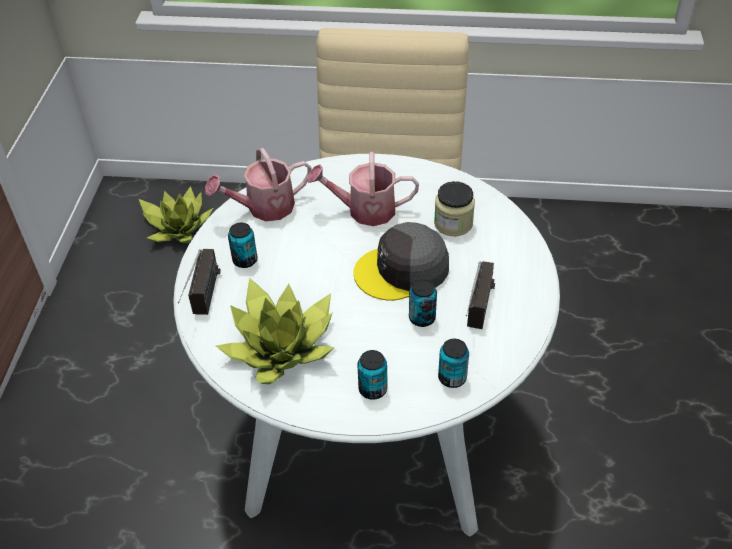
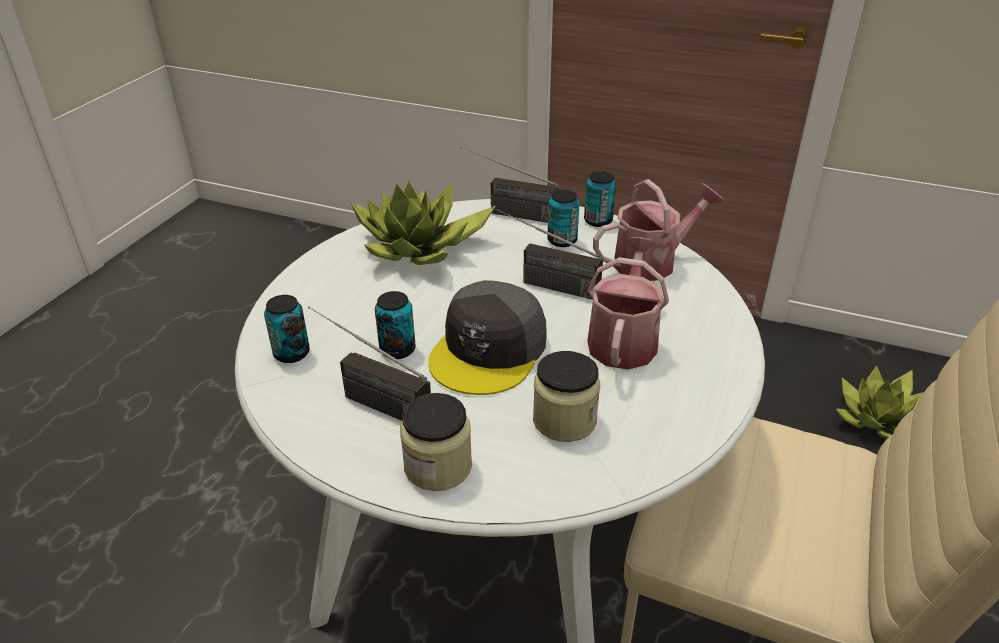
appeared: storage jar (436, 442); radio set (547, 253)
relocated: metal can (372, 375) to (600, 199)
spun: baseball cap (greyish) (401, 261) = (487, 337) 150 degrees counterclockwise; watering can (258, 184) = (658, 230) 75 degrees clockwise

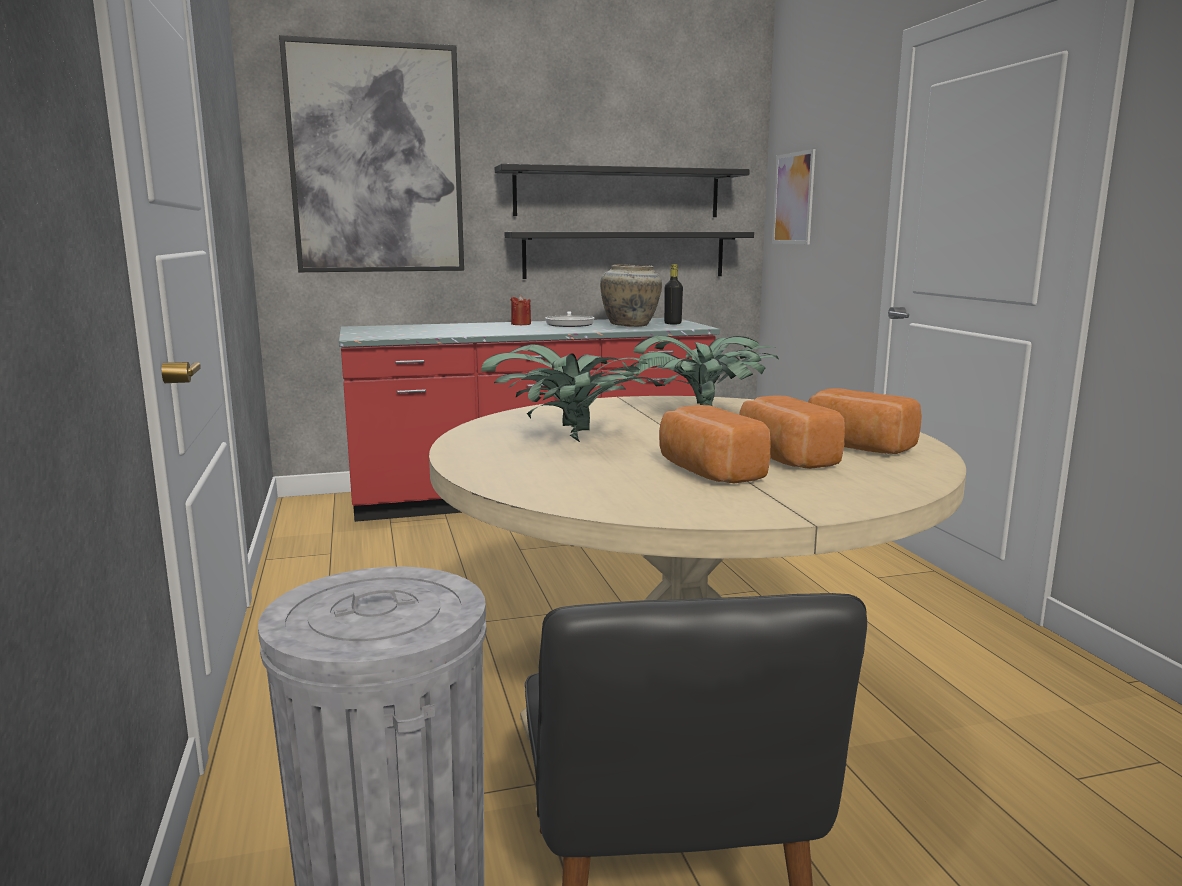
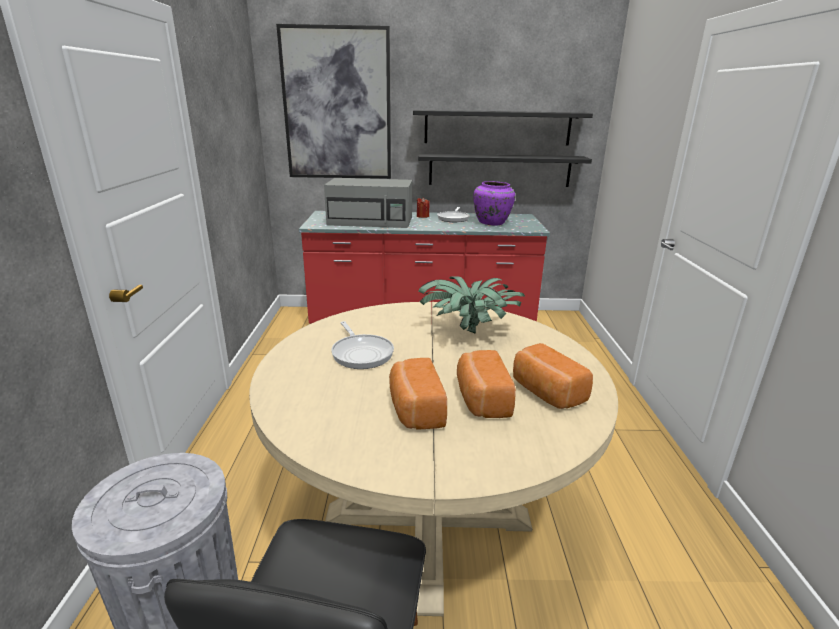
missing: beverage bottle (blackish) (673, 294); wall picture (793, 196)
appeared: microwave (greyish) (368, 203)
exchanged: plant in a pot (573, 393) to pan (362, 345)
colour: flower vase (sand-coloured) (631, 295) to flower vase (purplish) (494, 203)

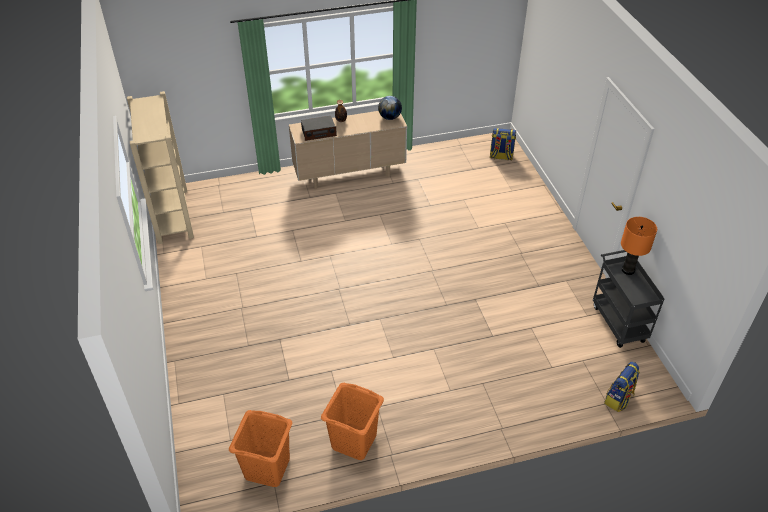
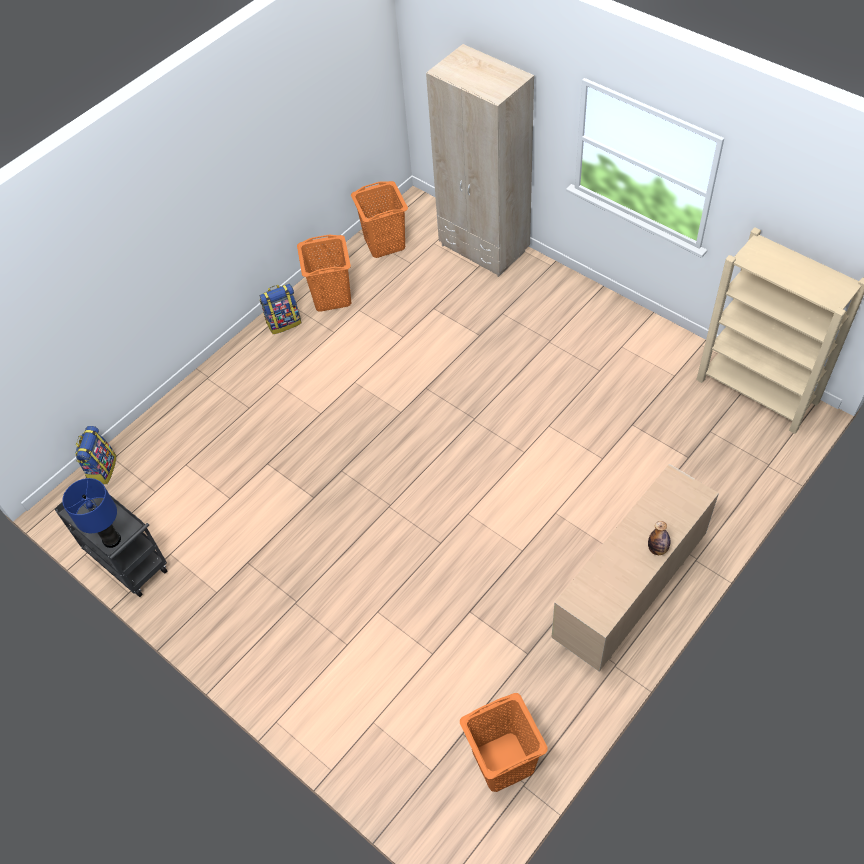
missing: radio set (319, 128); globe (390, 108)
appeared: wardrobe (sand-coloured) (480, 160); laundry basket (orange-coloured) (504, 742)
relocated: knapsack (503, 144) to (280, 309)
colour: lamp for a table (orange-coloured) (639, 246) to lamp for a table (bluish) (91, 513)

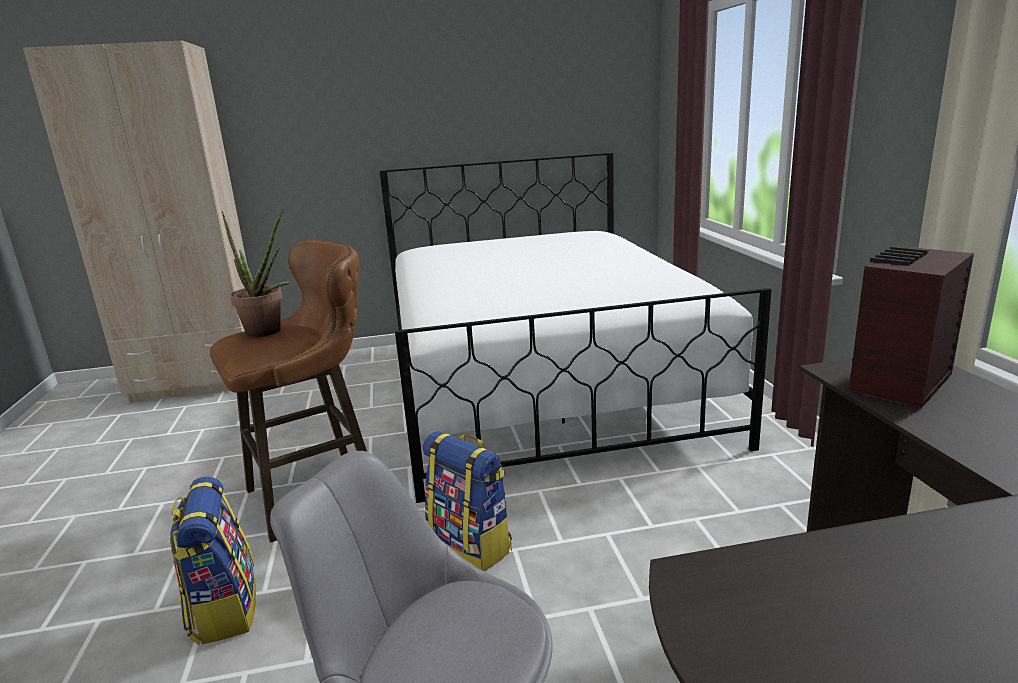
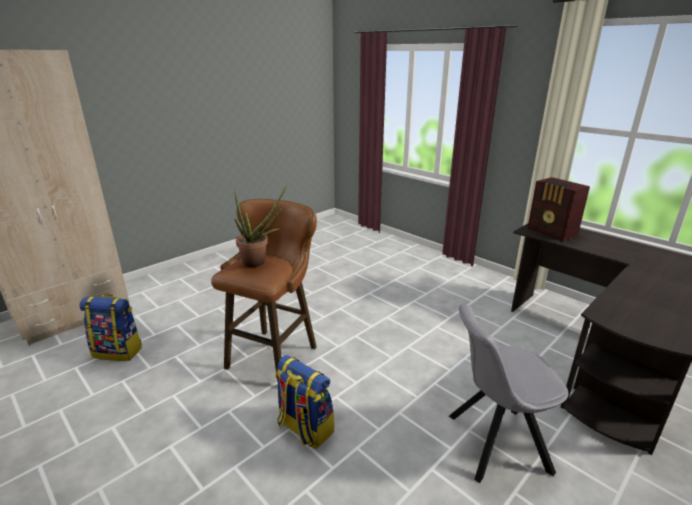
missing: bedroom bed (whitish) (575, 328)
relocated: knapsack (467, 501) to (110, 327)
spun: radio set (911, 327) = (558, 209) 45 degrees counterclockwise

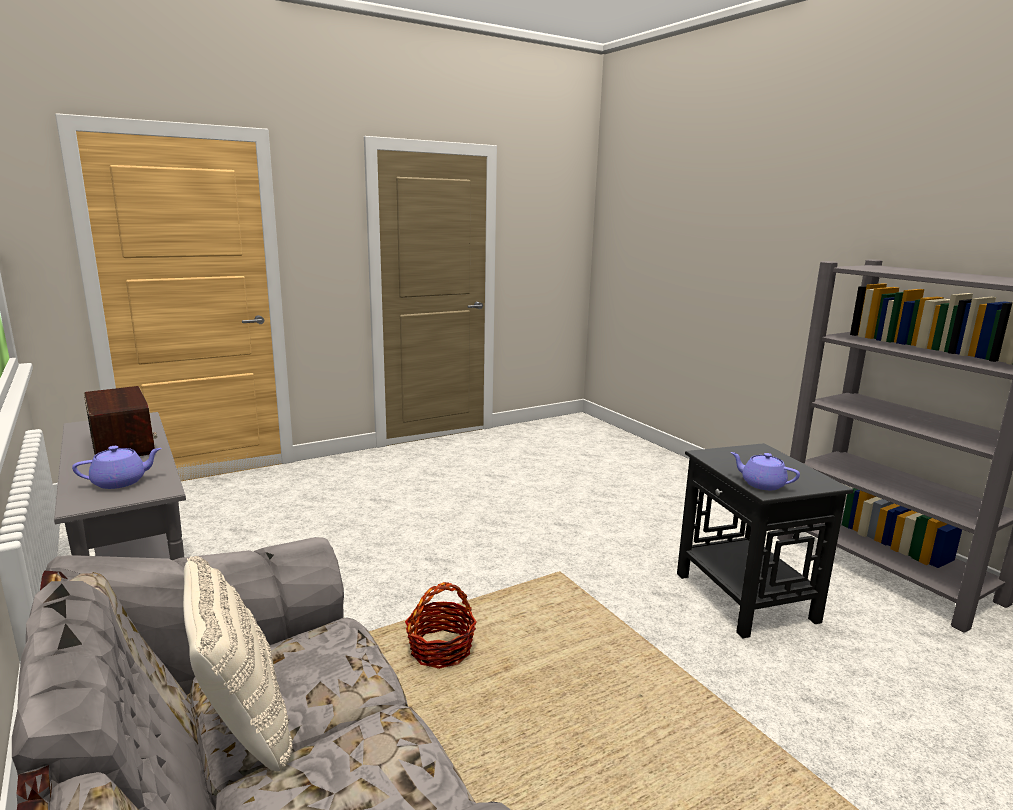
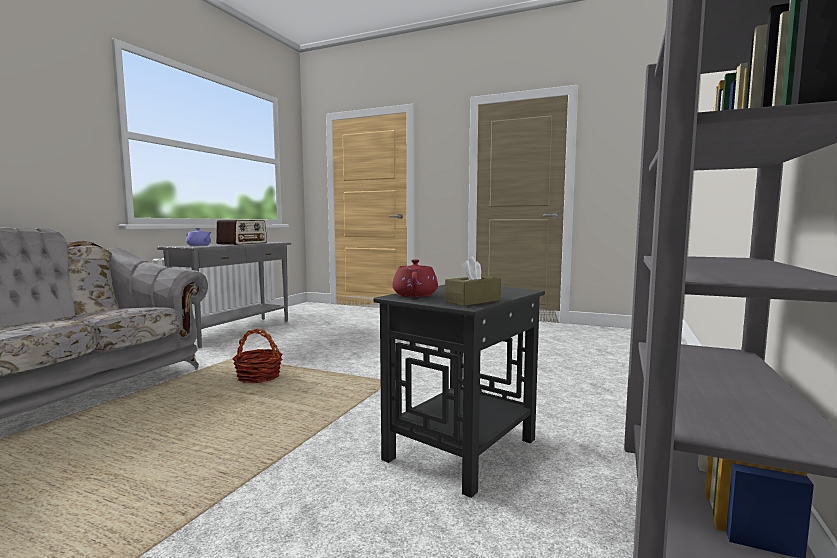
missing: throw pillow (sand-coloured) (238, 664)
appeared: tissue box (brown) (473, 281)
colour: teapot (purplish) (765, 471) to teapot (reddish) (415, 278)

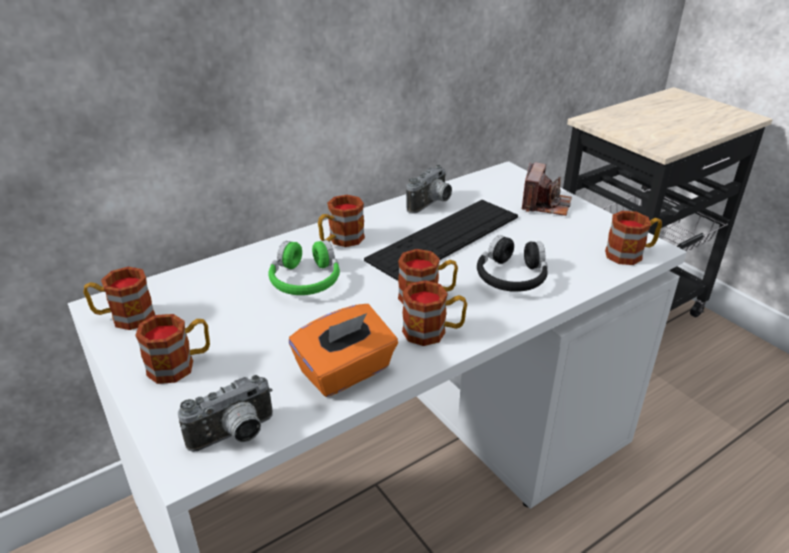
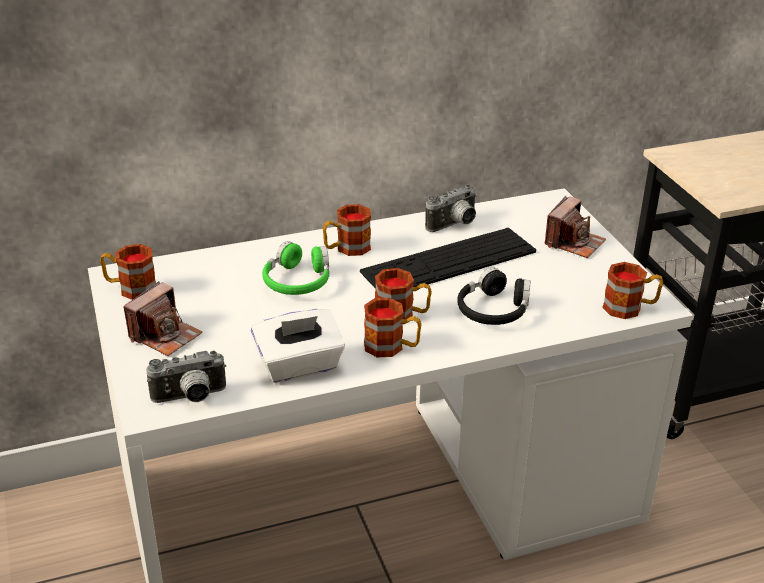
exchanged: mug (172, 349) to photo camera (162, 318)
colour: tissue box (orange-coloured) (343, 350) to tissue box (whitish) (298, 346)

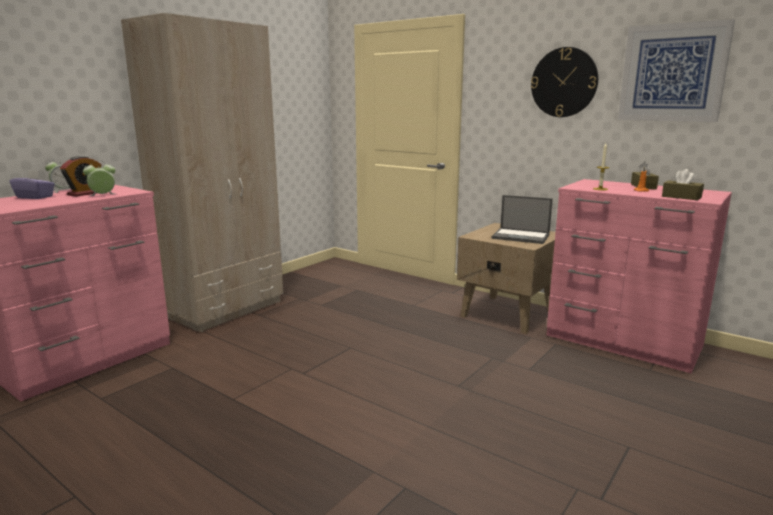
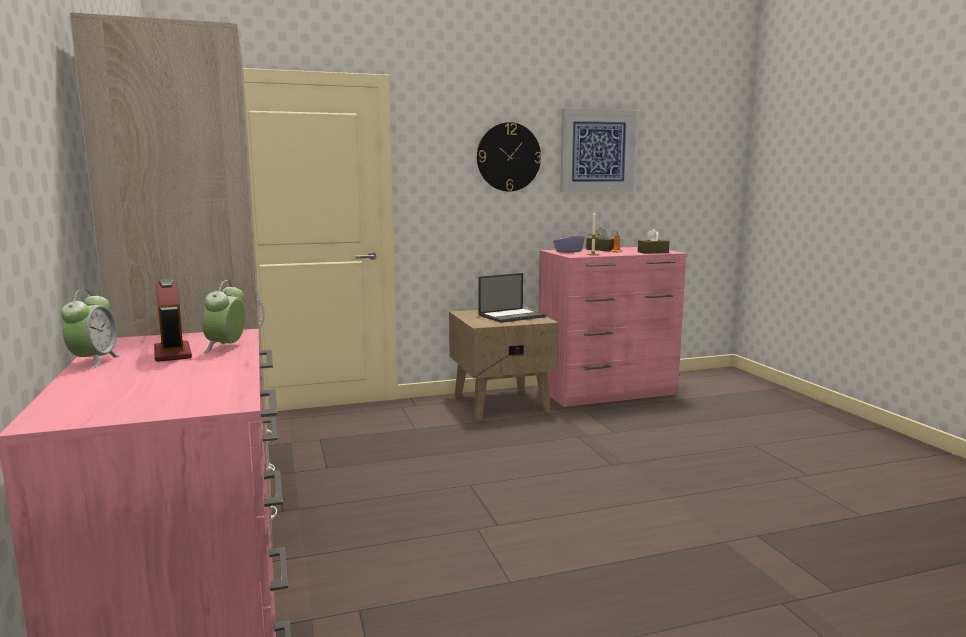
relocated: tissue box (purplish) (32, 184) to (569, 241)

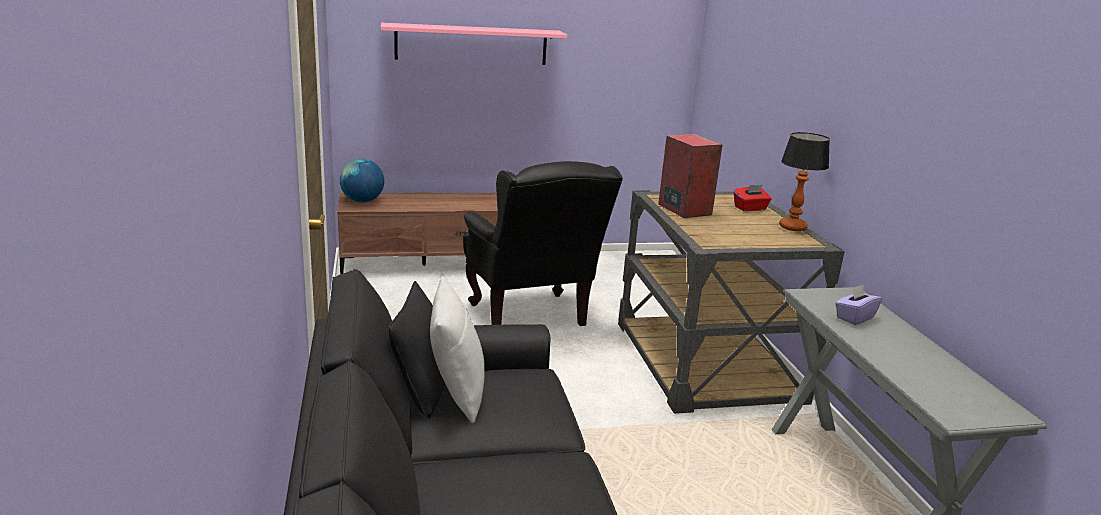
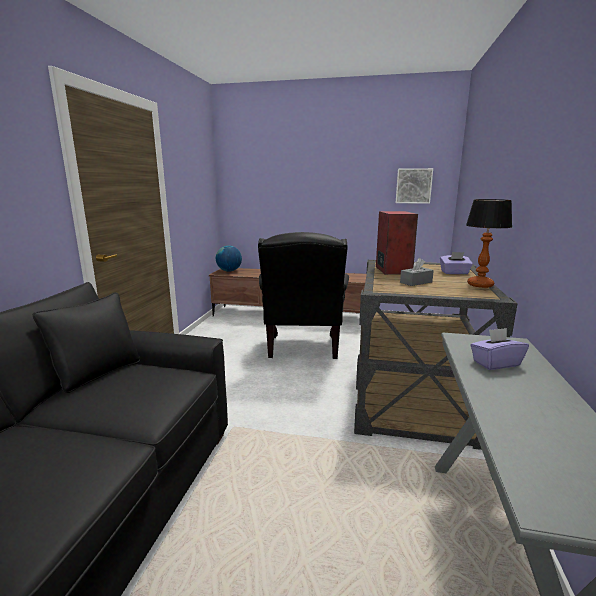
missing: bracket shelf (pinkish) (474, 44); throw pillow (greyish) (457, 349)
appeared: wall picture (414, 186); tissue box (greyish) (417, 272)
colour: tissue box (reddish) (753, 198) to tissue box (purplish) (456, 263)

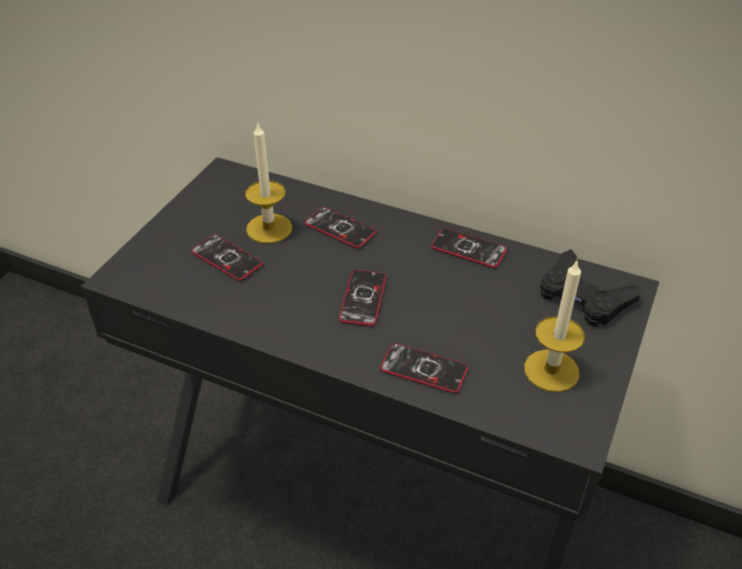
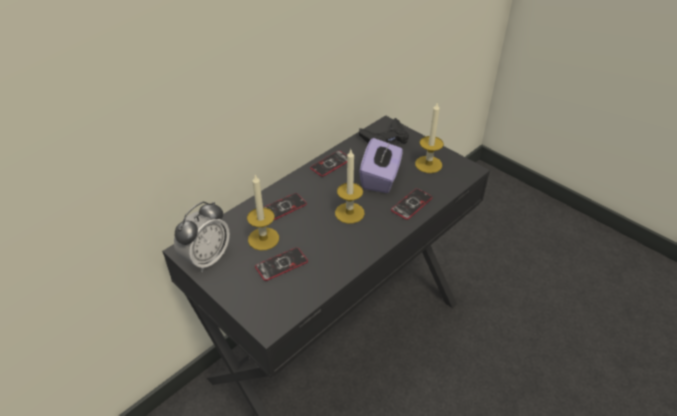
appeared: alarm clock (202, 237); tissue box (purplish) (381, 165)
exchanged: phone (363, 298) to candle (350, 187)

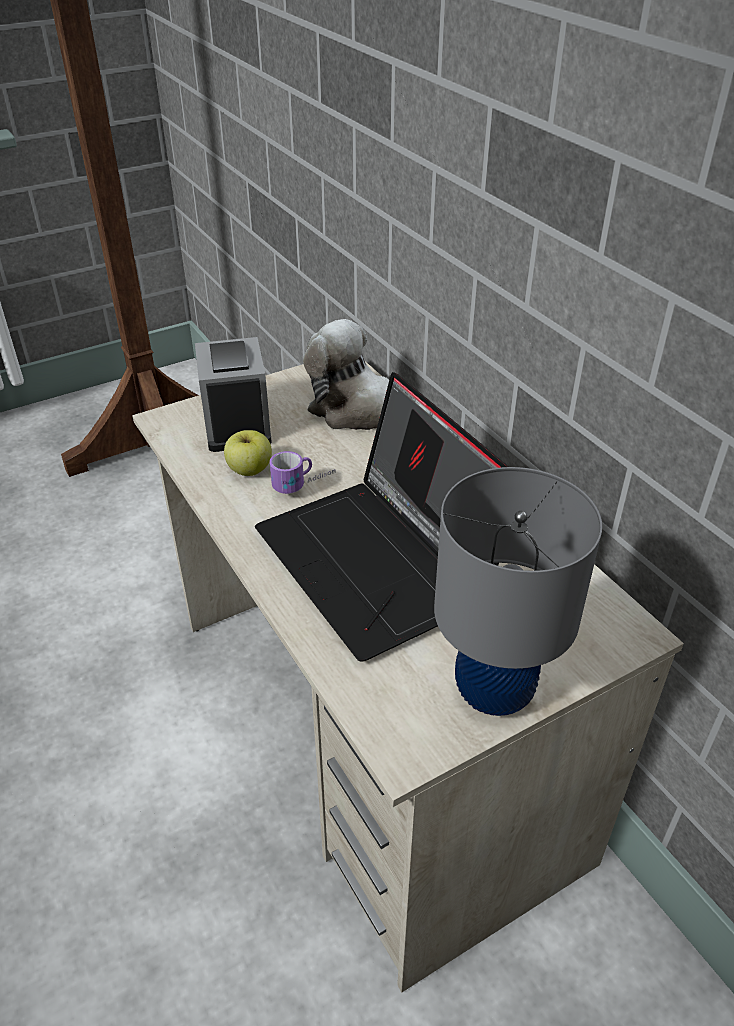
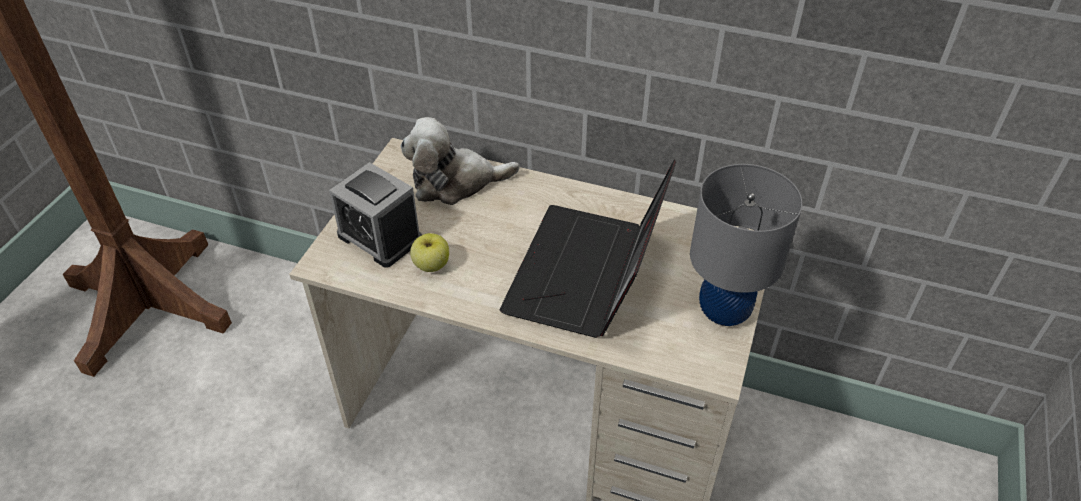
missing: mug (303, 472)
spun: portable computer (382, 516) = (588, 248) 90 degrees clockwise

